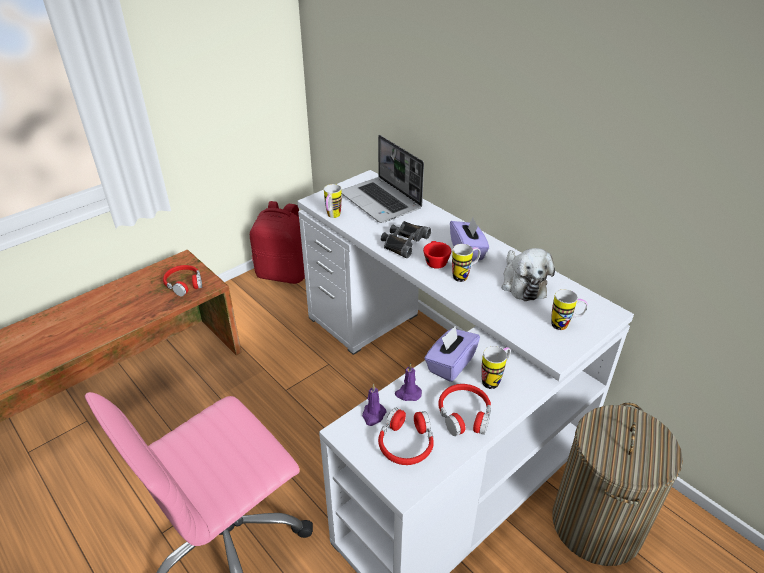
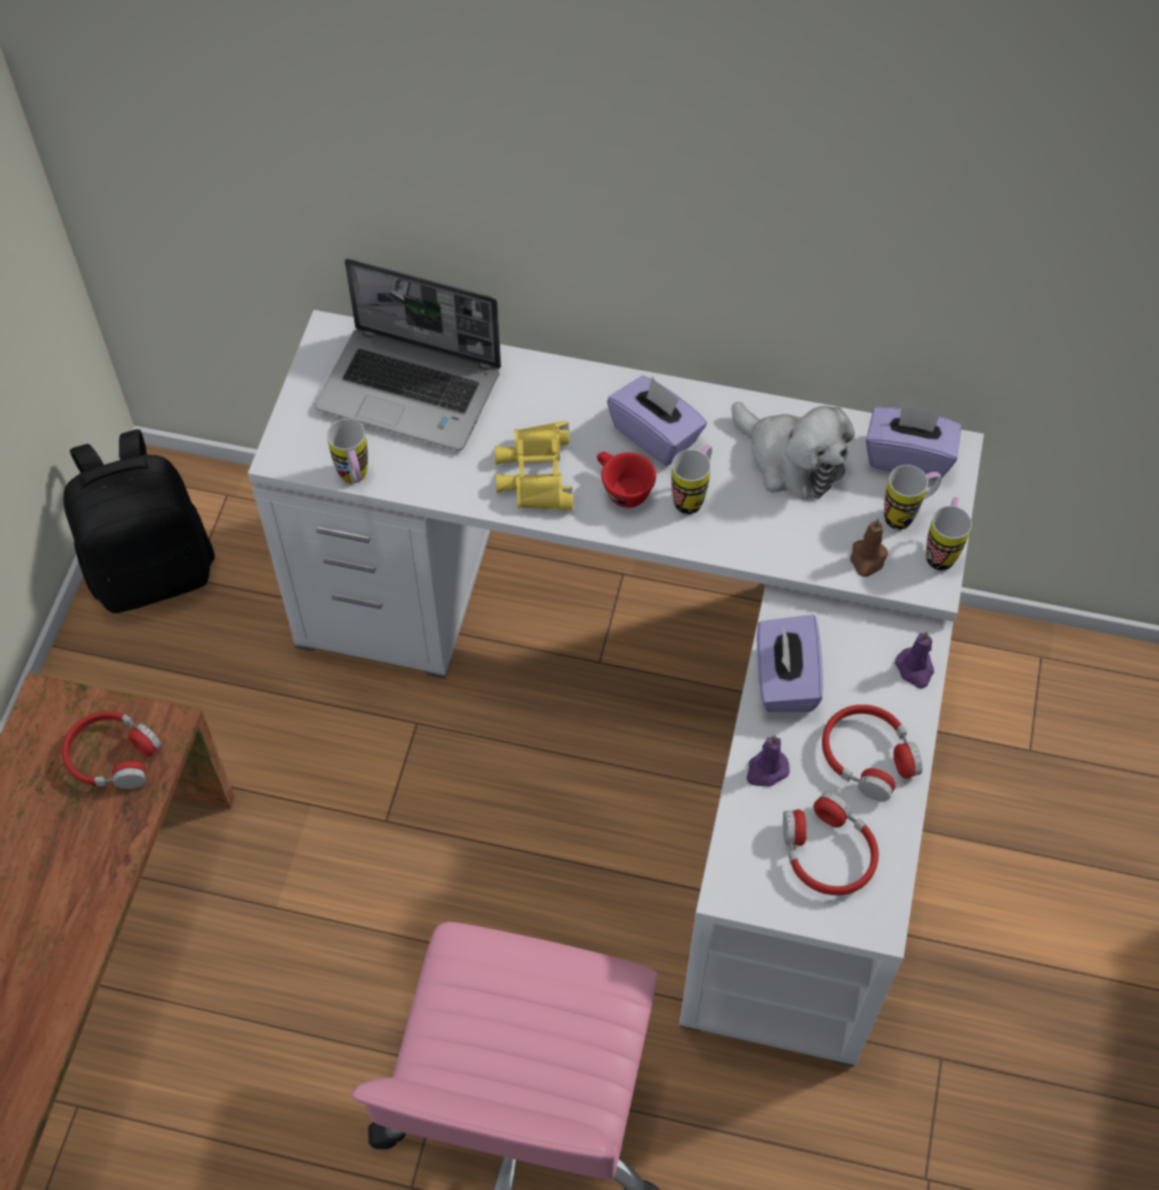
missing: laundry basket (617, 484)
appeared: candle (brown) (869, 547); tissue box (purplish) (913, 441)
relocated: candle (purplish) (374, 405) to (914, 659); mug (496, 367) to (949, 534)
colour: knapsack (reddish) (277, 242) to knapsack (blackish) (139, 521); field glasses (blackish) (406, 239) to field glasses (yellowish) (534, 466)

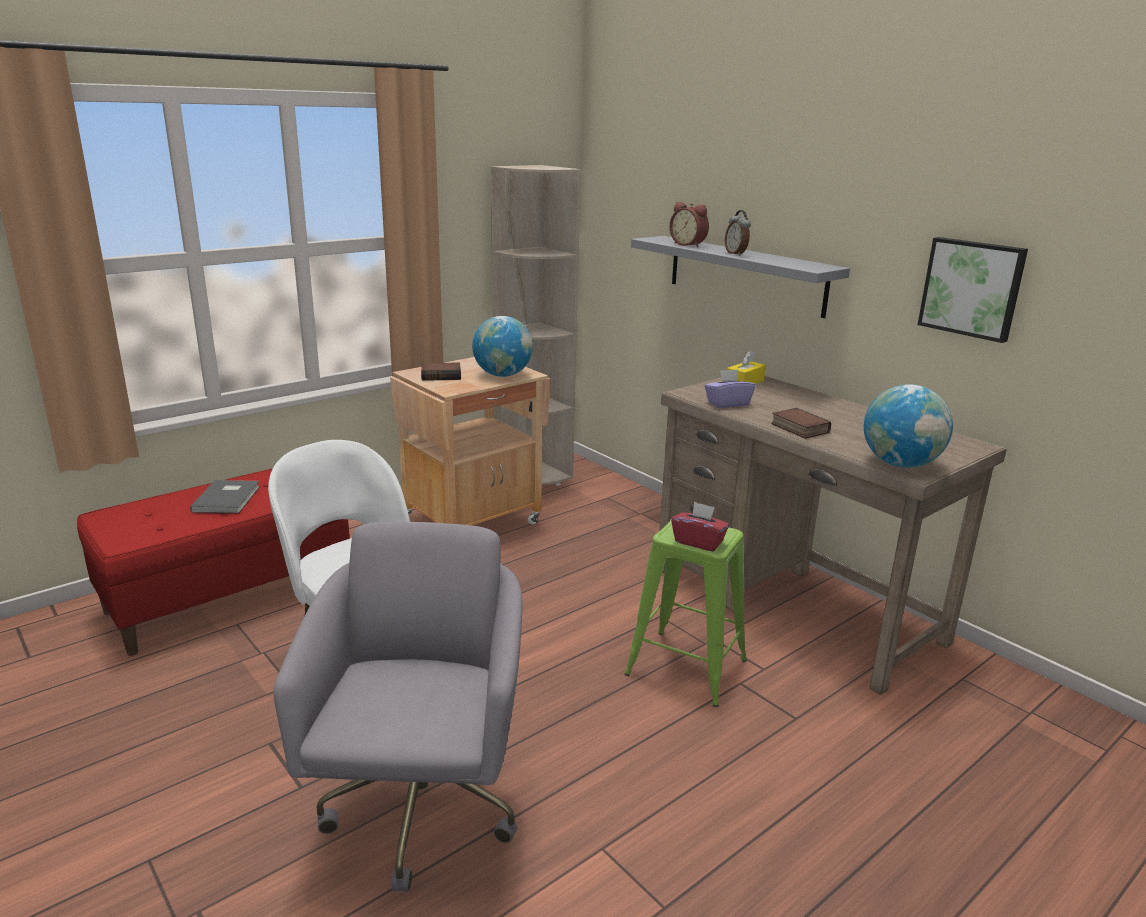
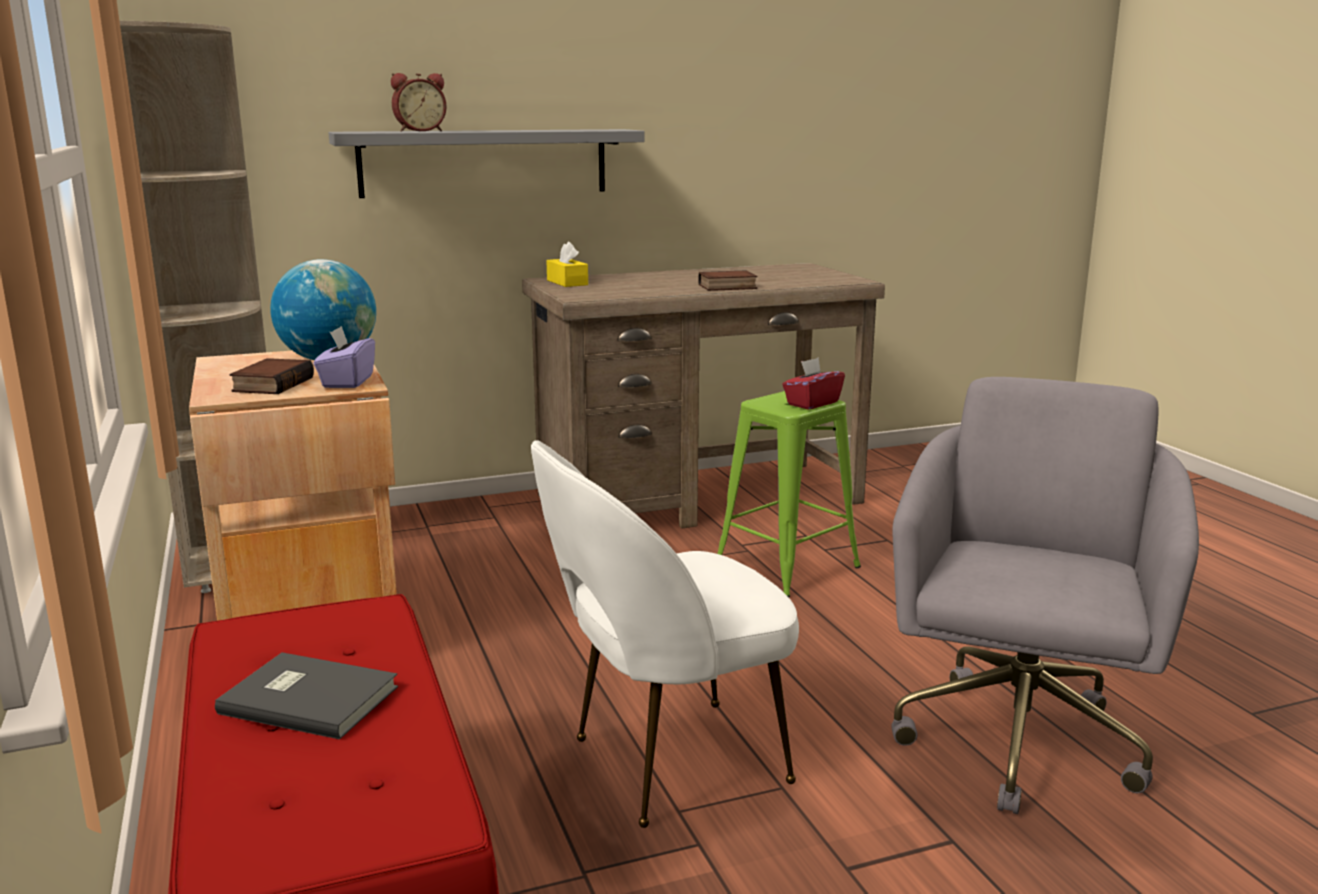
missing: alarm clock (738, 233); globe (908, 426); wall picture (973, 290)
relocated: tissue box (purplish) (730, 388) to (344, 357)
spun: office chair (greyish) (397, 707) = (1045, 595) 90 degrees clockwise

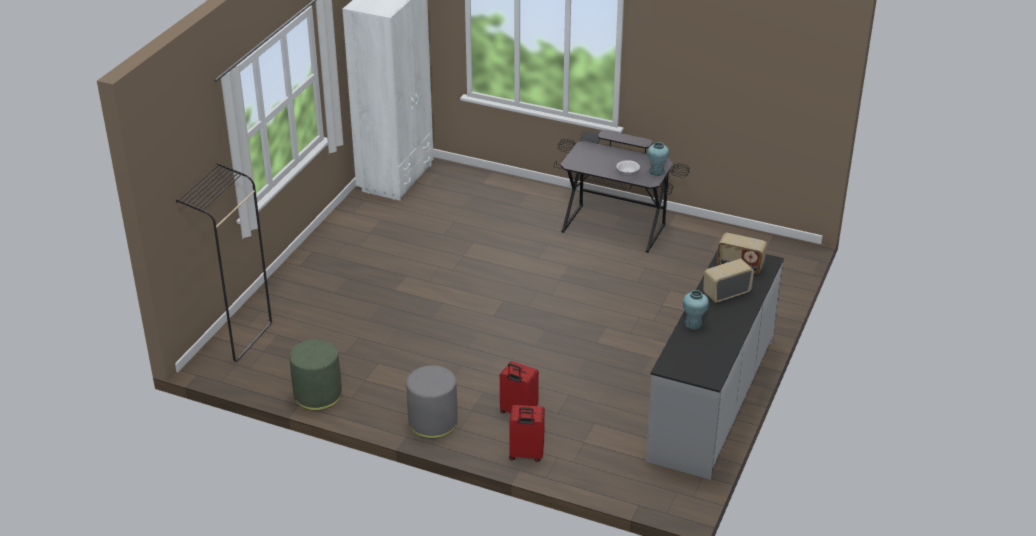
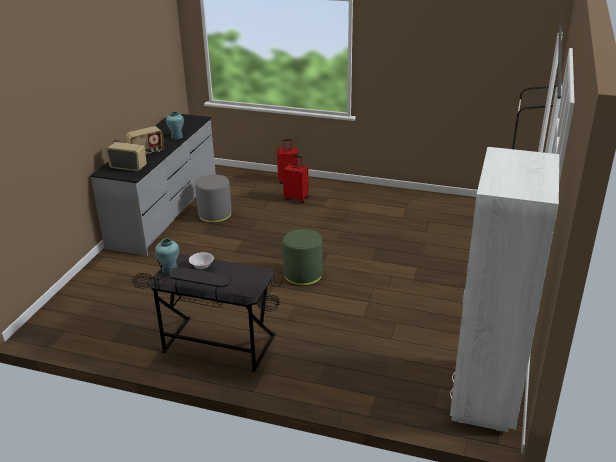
relocated: footrest (greyish) (432, 402) to (213, 198); footrest (greenish) (316, 374) to (303, 257)

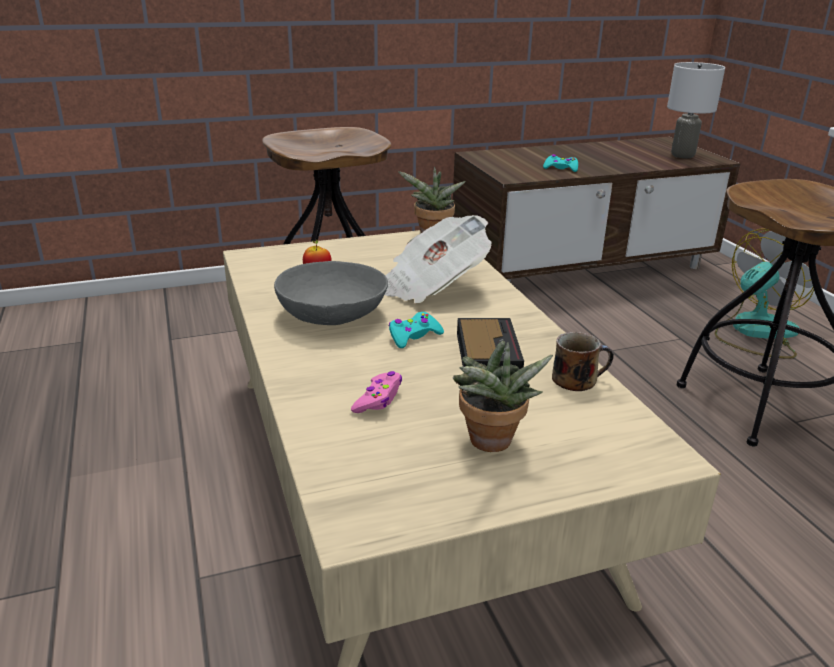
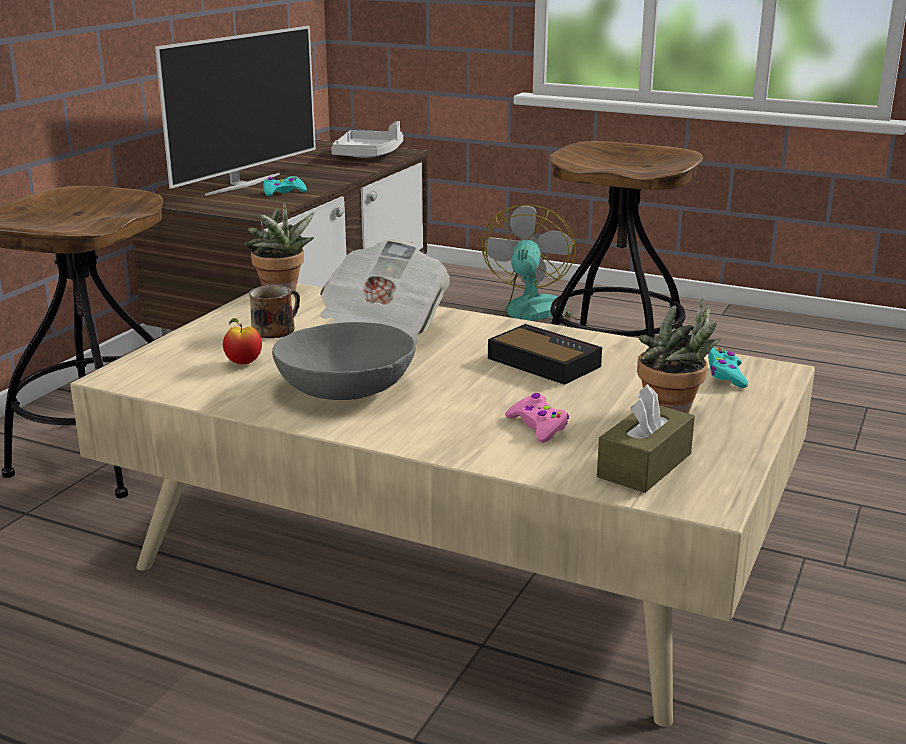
appeared: TV set (235, 111); tissue box (brown) (646, 438)
relocated: mug (583, 361) to (274, 311); joypad (turquoise-coloured) (416, 330) to (728, 367)
exchanged: lamp for a table (whitish) (696, 110) to carrying tray (greyish) (367, 139)

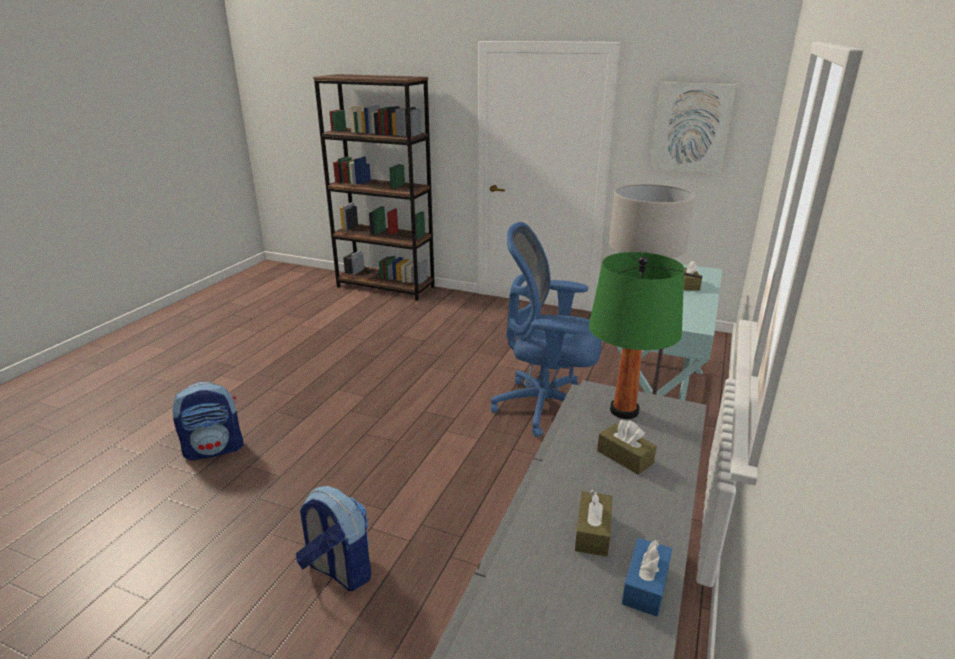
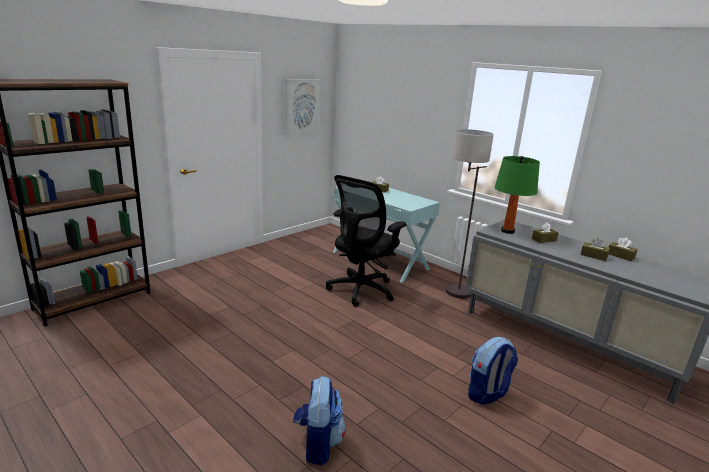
colour: office chair (bluish) (546, 329) to office chair (blackish) (366, 241); tissue box (bluish) (647, 577) to tissue box (brown) (623, 249)

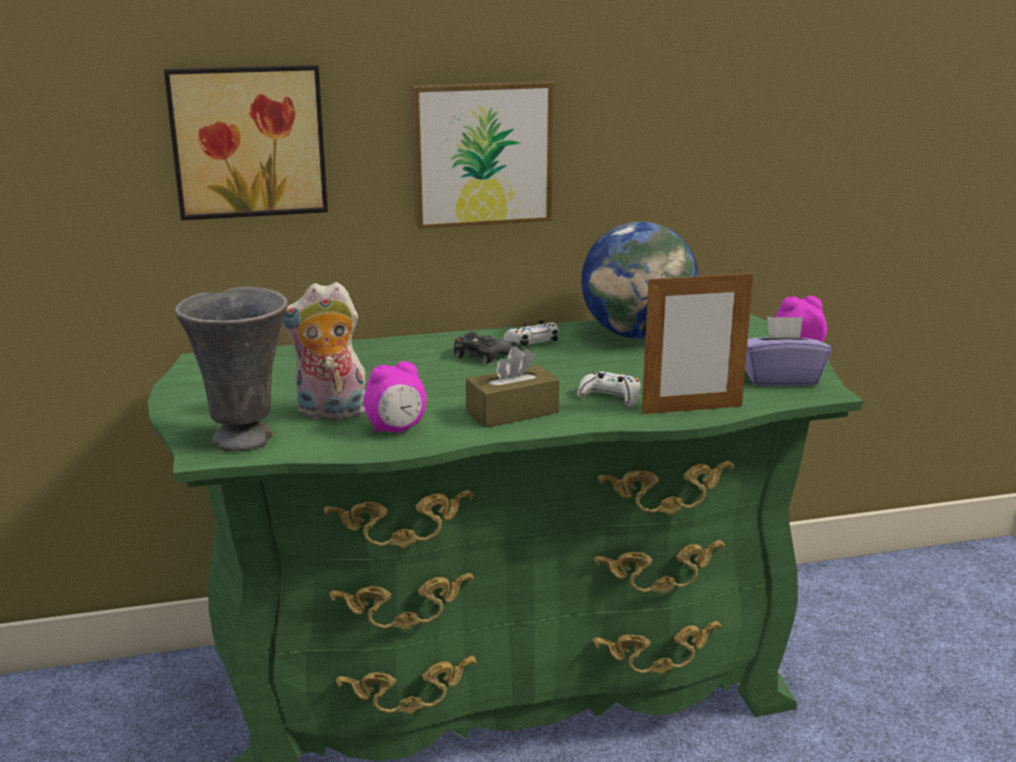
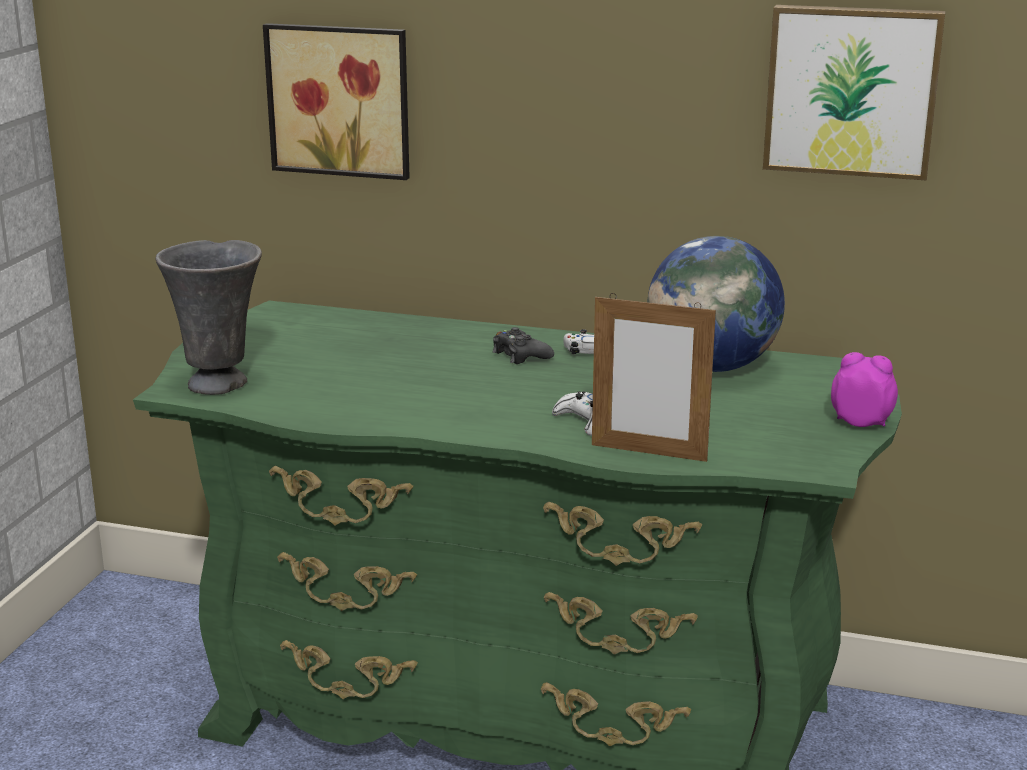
missing: plush toy (323, 351); alarm clock (395, 397); tissue box (brown) (513, 387); tissue box (purplish) (788, 351)
relocated: wall picture (482, 155) to (854, 92)

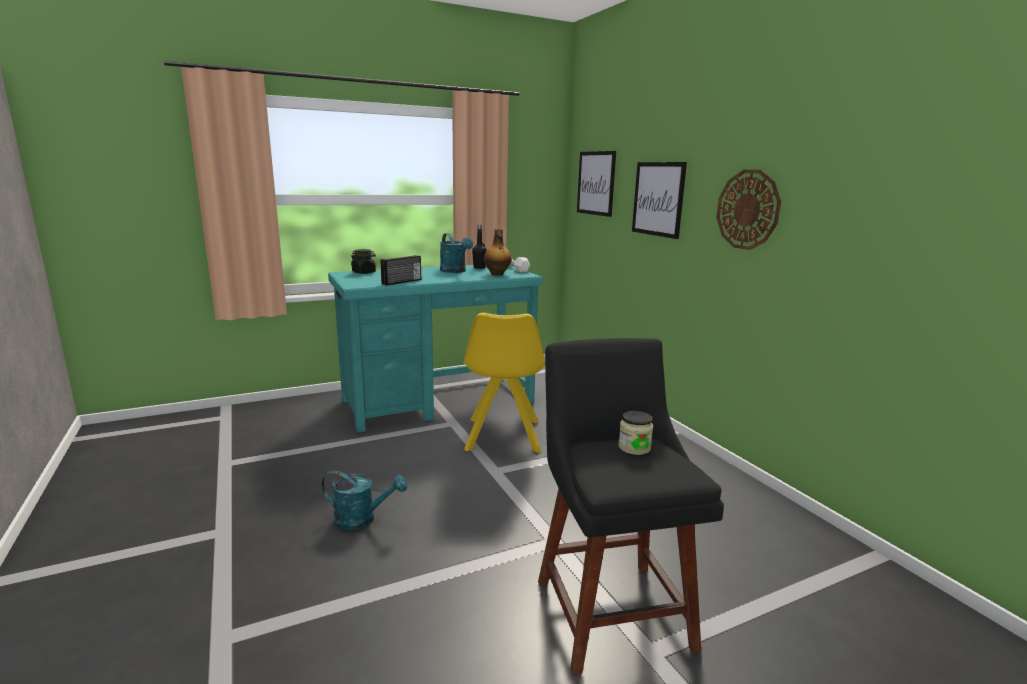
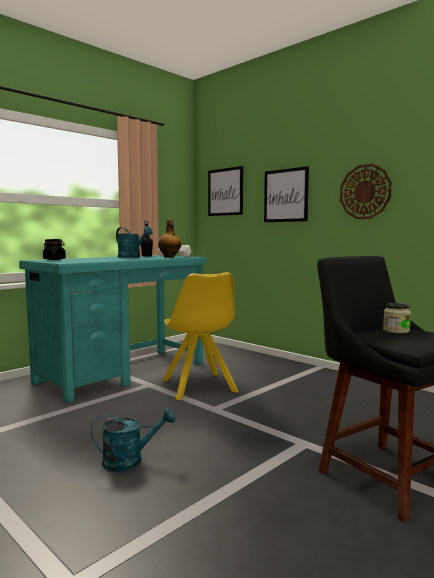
missing: radio set (400, 270)

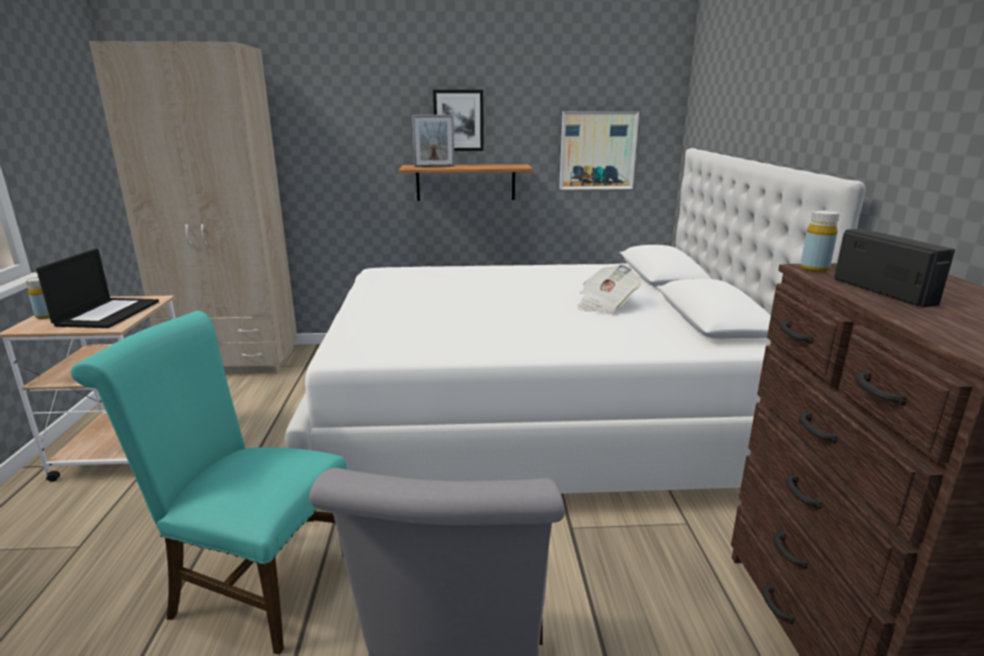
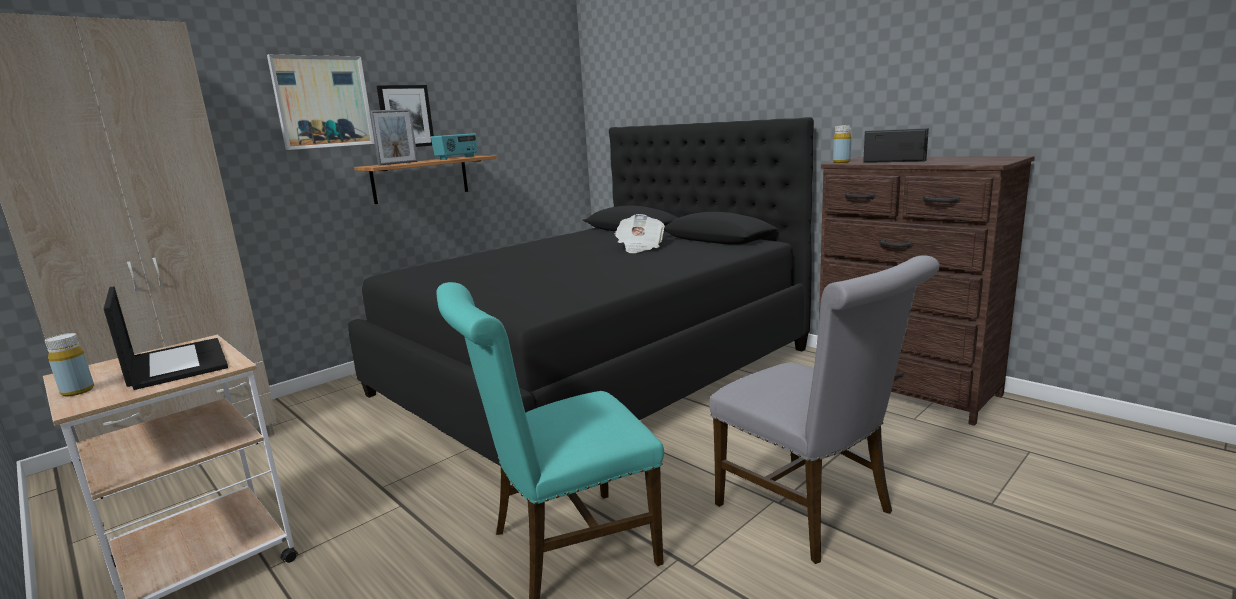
appeared: radio set (454, 146)
relocated: wall picture (599, 150) to (321, 102)
colour: bedroom bed (whitish) (575, 335) to bedroom bed (blackish) (581, 291)

